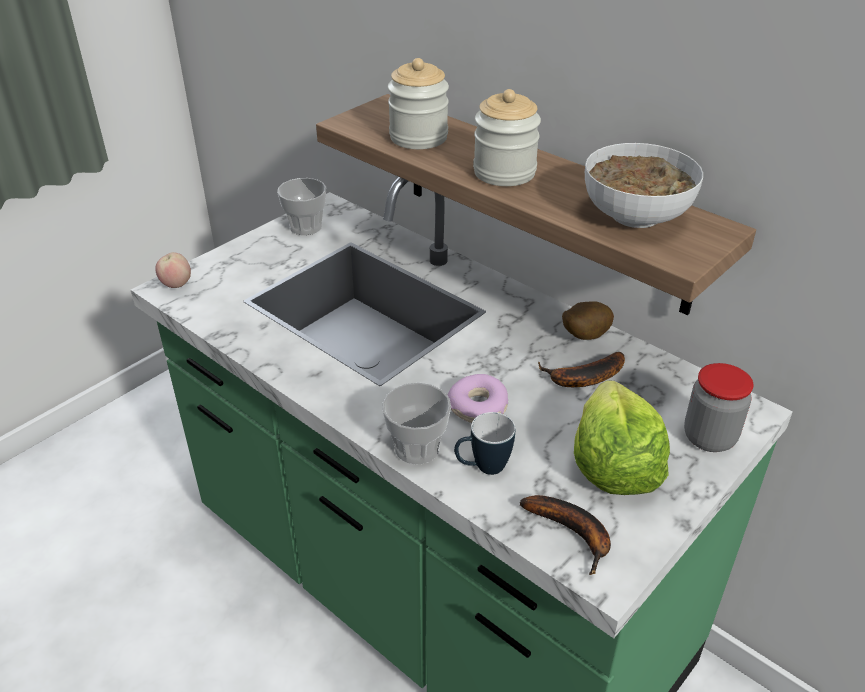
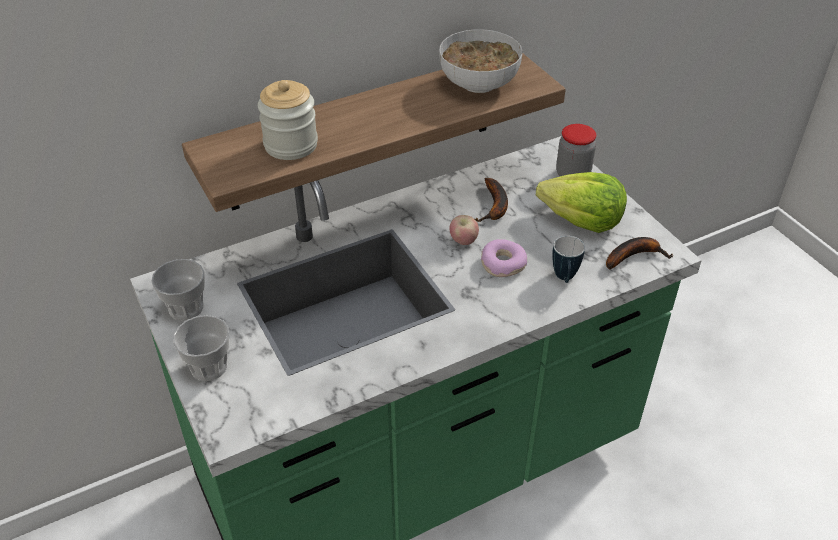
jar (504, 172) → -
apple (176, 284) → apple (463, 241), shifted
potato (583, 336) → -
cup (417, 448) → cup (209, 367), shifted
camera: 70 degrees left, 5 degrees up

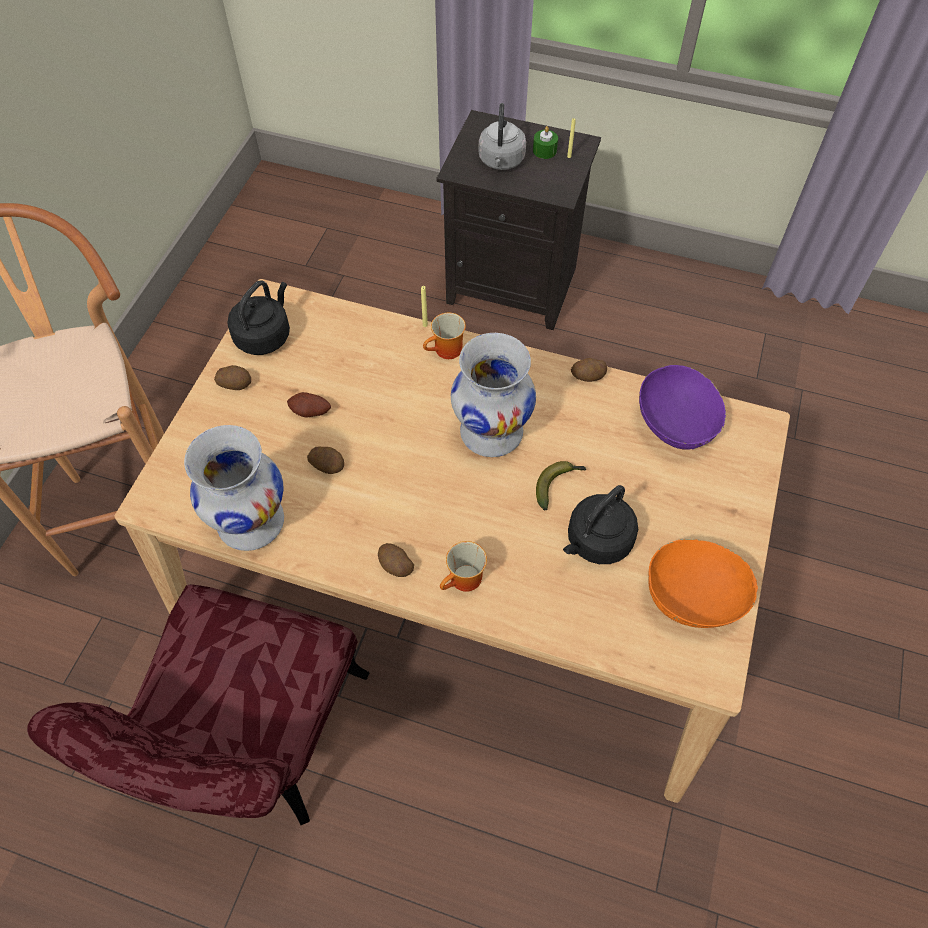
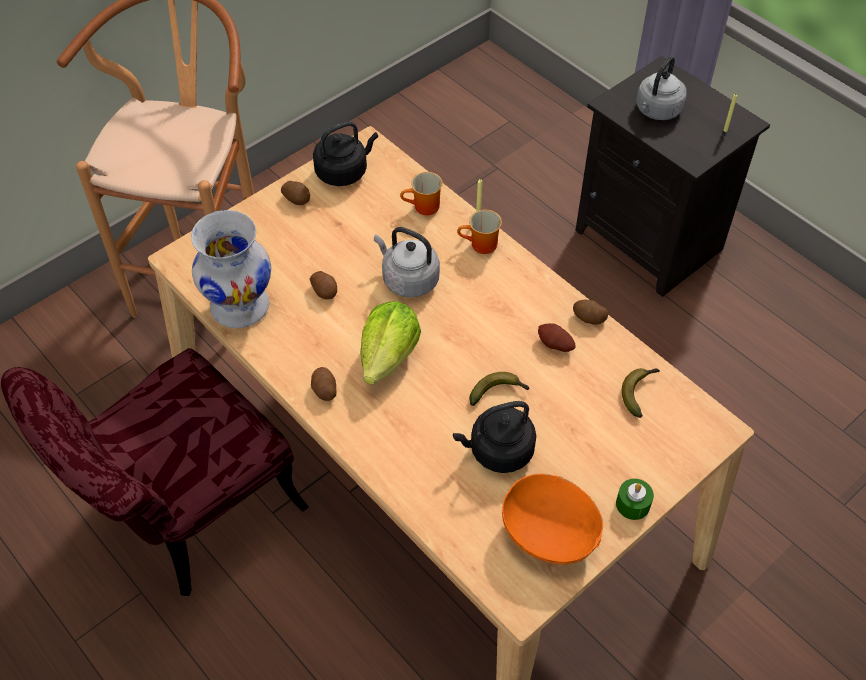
green_candle (544, 150) → green_candle (632, 504), shifted
white_vase (492, 431) → -
purple_bowl (676, 424) → banana (639, 392)
potato (310, 413) → potato (554, 345), shifted
mug (465, 581) → mug (424, 208), shifted
- → grey_kettle (408, 279)
- → lettuce (389, 357)
camera: 30 degrees right, 5 degrees down

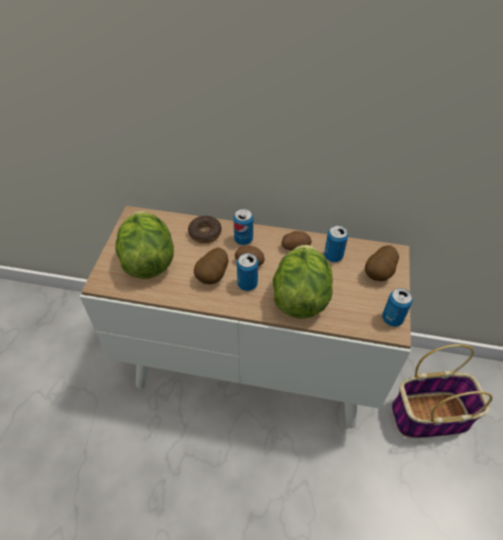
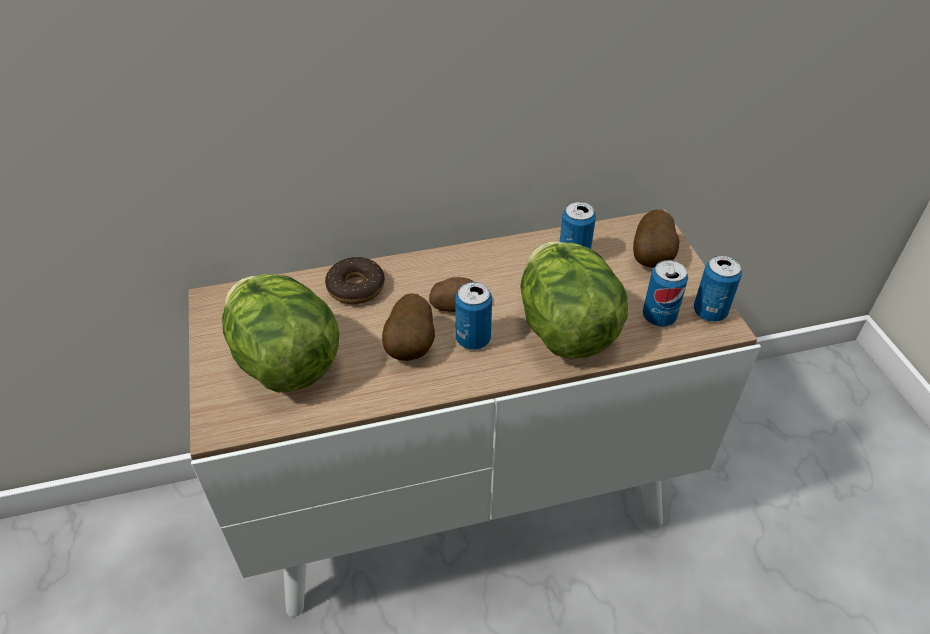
can (243, 239) → can (659, 317), shifted
potato (295, 246) → -
basket (431, 415) → -
camera: 25 degrees left, 5 degrees down

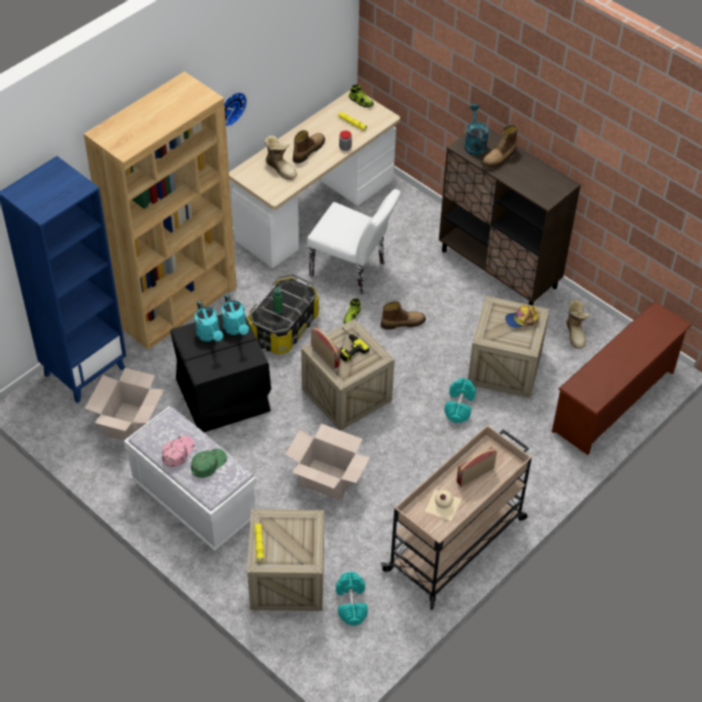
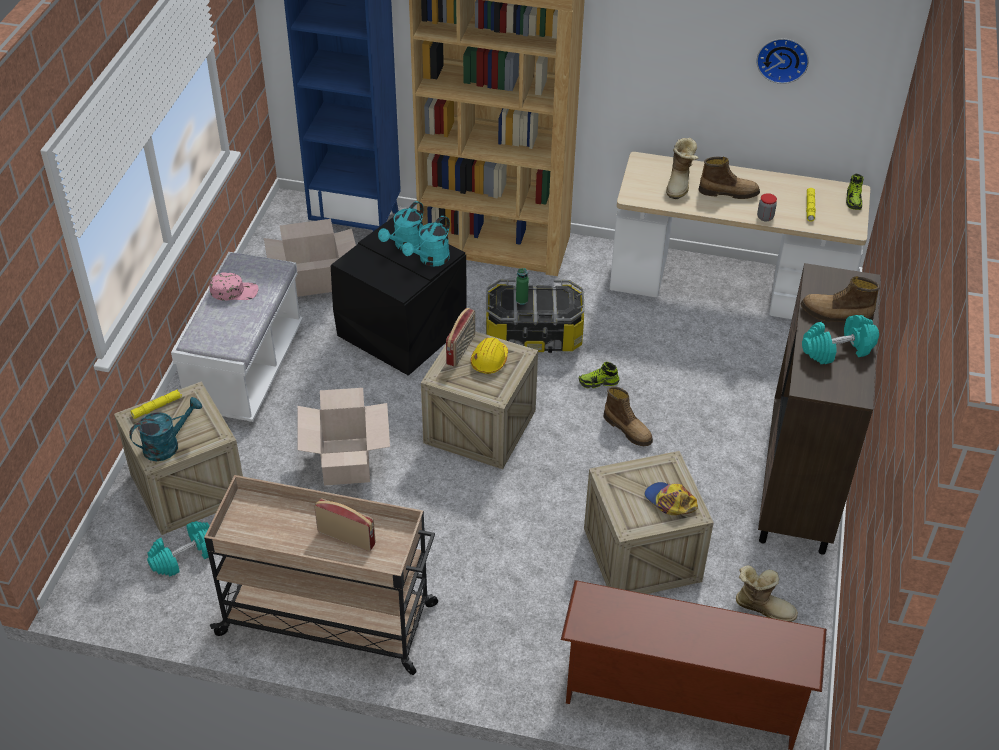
wall_clock (230, 107) → wall_clock (782, 58), shifted
turquoise_watering_can (474, 144) → turquoise_watering_can (167, 445), shifted
white_chair (352, 271) → -
boot (576, 333) → boot (763, 606), 120 degrees counterclockwise
power_drill (346, 346) → yellow_hard_hat (489, 361)
turquoise_dumbbell (459, 406) → turquoise_dumbbell (837, 349), shifted
green_cap (208, 463) → -
beige_bottle (442, 505) → -
camera: 60 degrees right, 5 degrees down

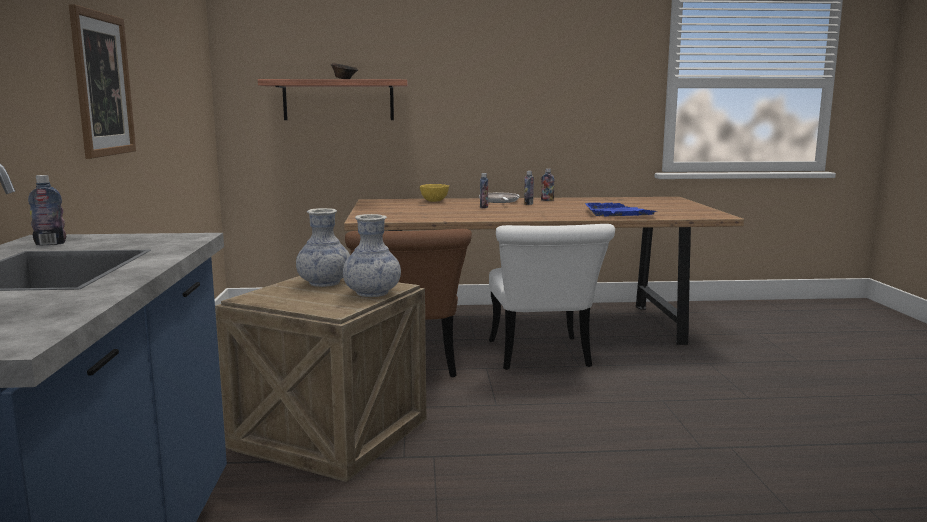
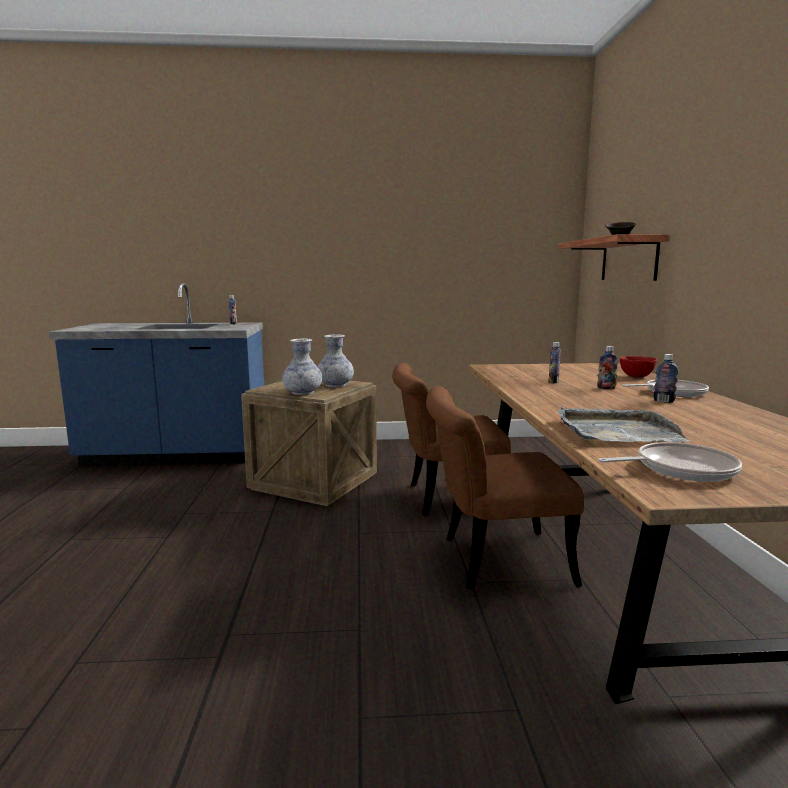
picture (102, 84) → -
bottle (547, 200) → bottle (553, 382), shifted
yellow_bowl (435, 201) → red_bowl (636, 377)
blue_tray (617, 213) → grey_tray (617, 431)
white_chair (542, 358) → brown_chair (492, 560)
- → frying_pan (679, 469)
camera: 90 degrees right, 0 degrees up

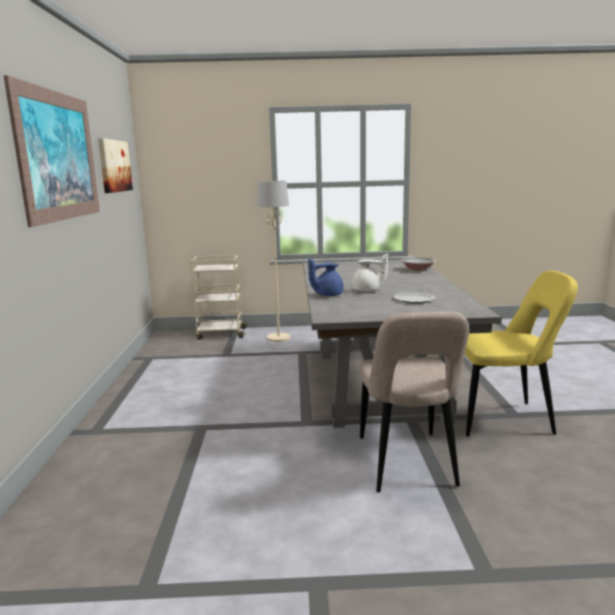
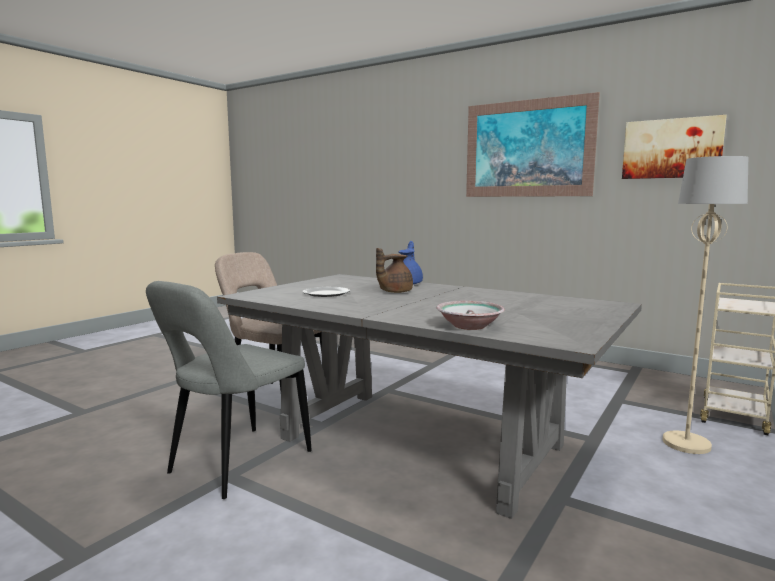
white_teapot (368, 291) → brown_teapot (394, 292)
yellow_chair (504, 419) → grey_chair (235, 464)
camera: 125 degrees right, 5 degrees down

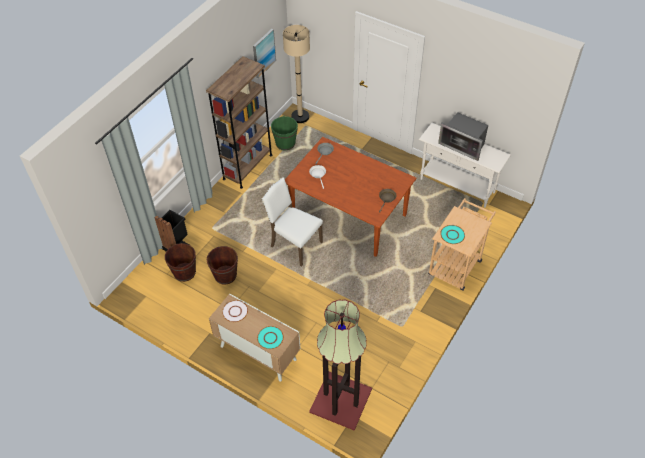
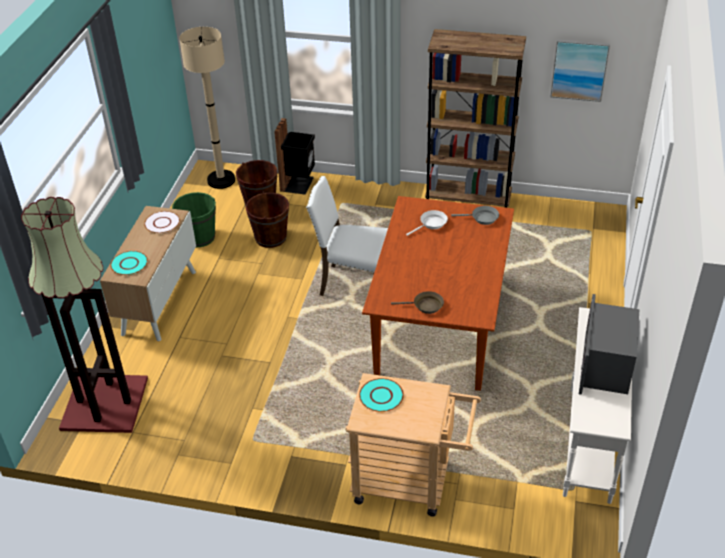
beige_floor_lamp (300, 117) → beige_floor_lamp (221, 180), shifted
green_bucket (285, 143) → green_bucket (199, 237), shifted
white_chair (294, 244) → white_chair (353, 284), 90 degrees counterclockwise
camera: 70 degrees right, 10 degrees down

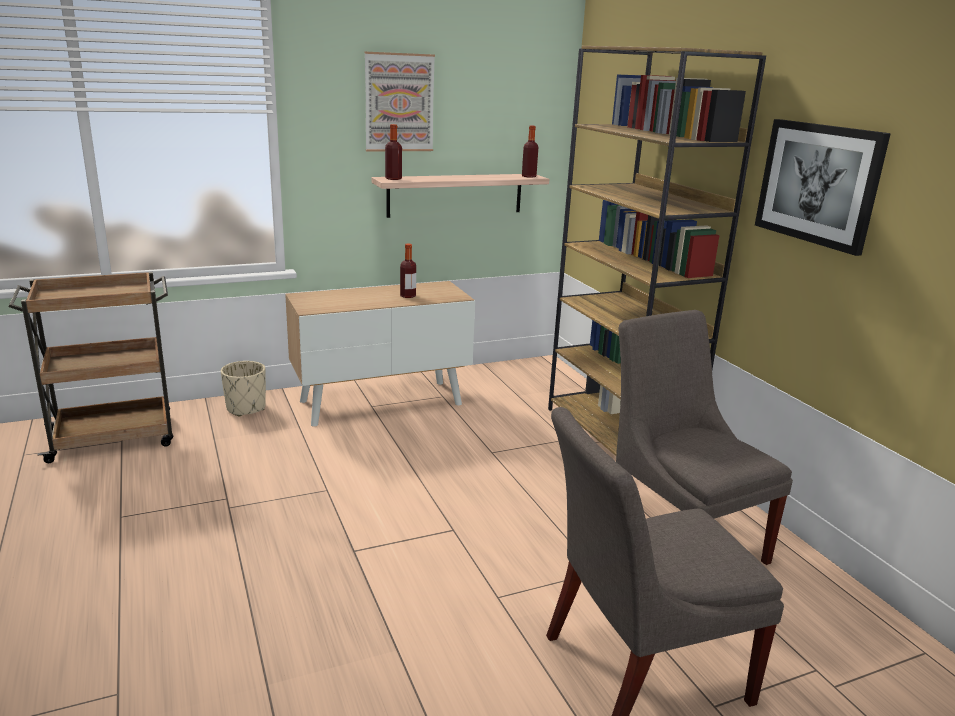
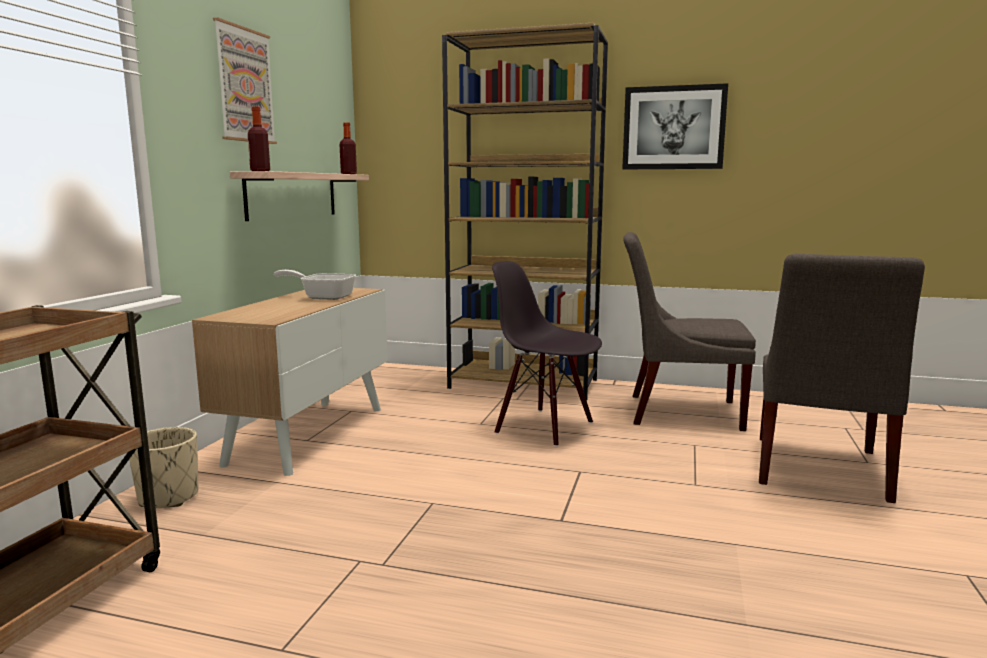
bottle (408, 296) → frying_pan (323, 297)
- → black_chair (545, 427)
camera: 50 degrees left, 10 degrees down

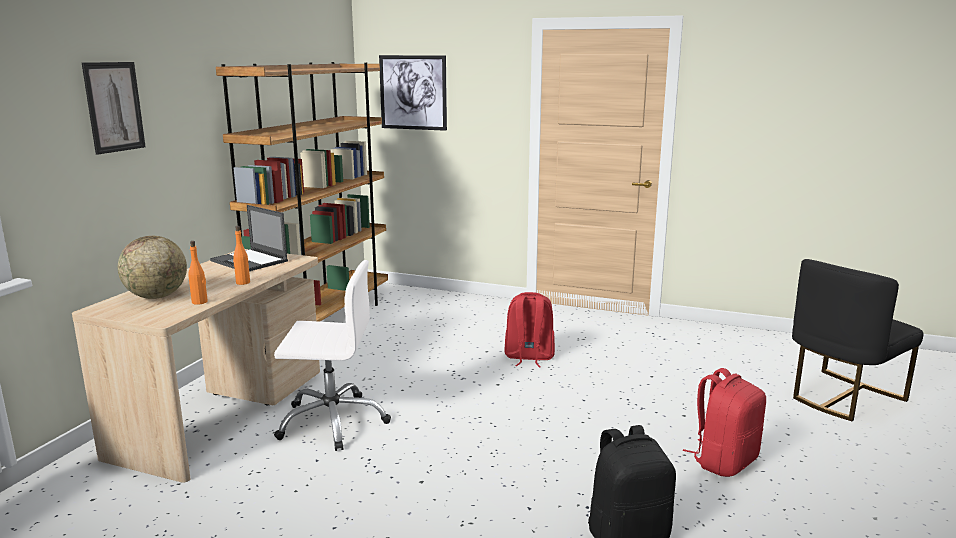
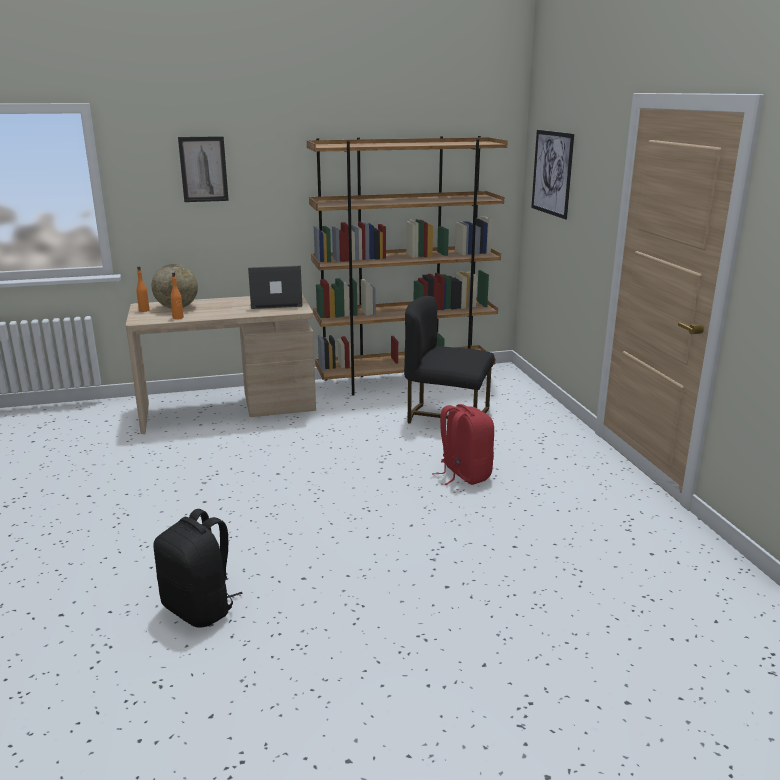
laptop (250, 261) → laptop (275, 302), 75 degrees clockwise
orange_bottle (242, 282) → orange_bottle (144, 310), shifted
black_chair (842, 397) → black_chair (447, 418), shifted
white_office_chair (332, 421) → -
red_backpack (724, 461) → -
camera: 55 degrees right, 5 degrees up

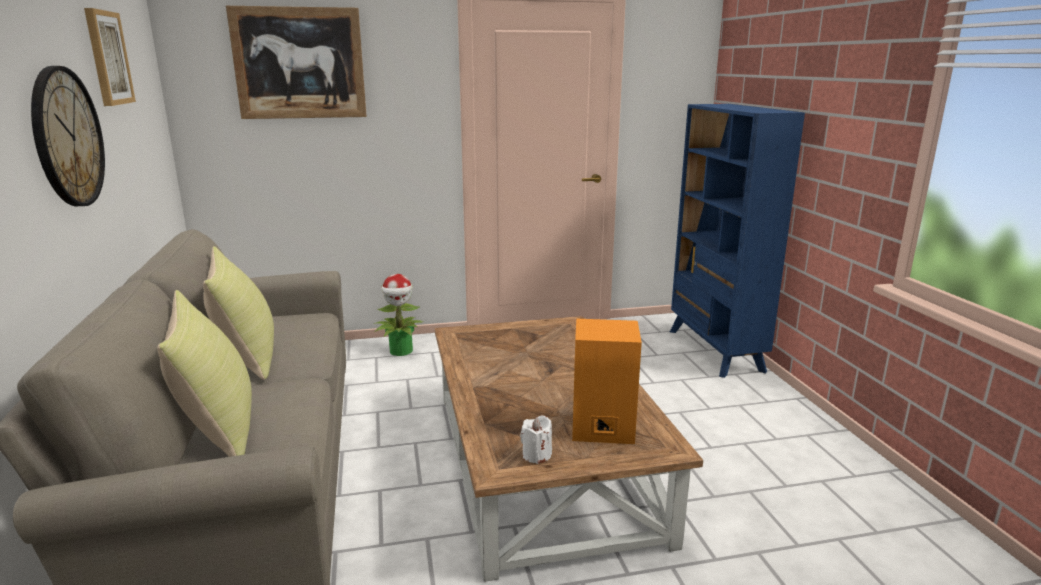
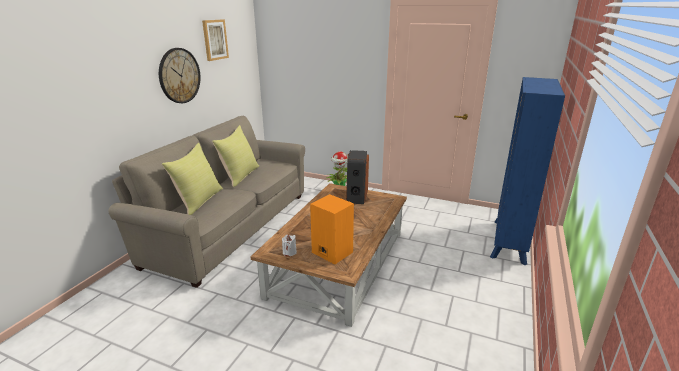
picture (299, 63) → -
- → speaker (356, 196)
camera: 35 degrees right, 5 degrees up

